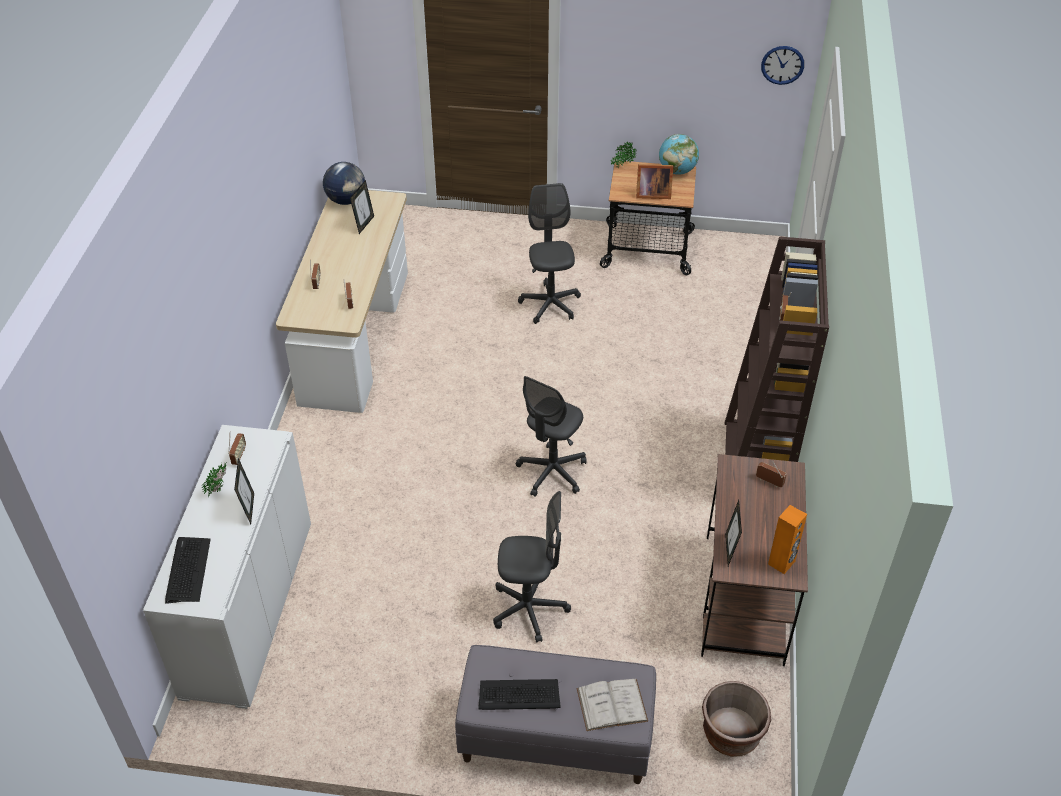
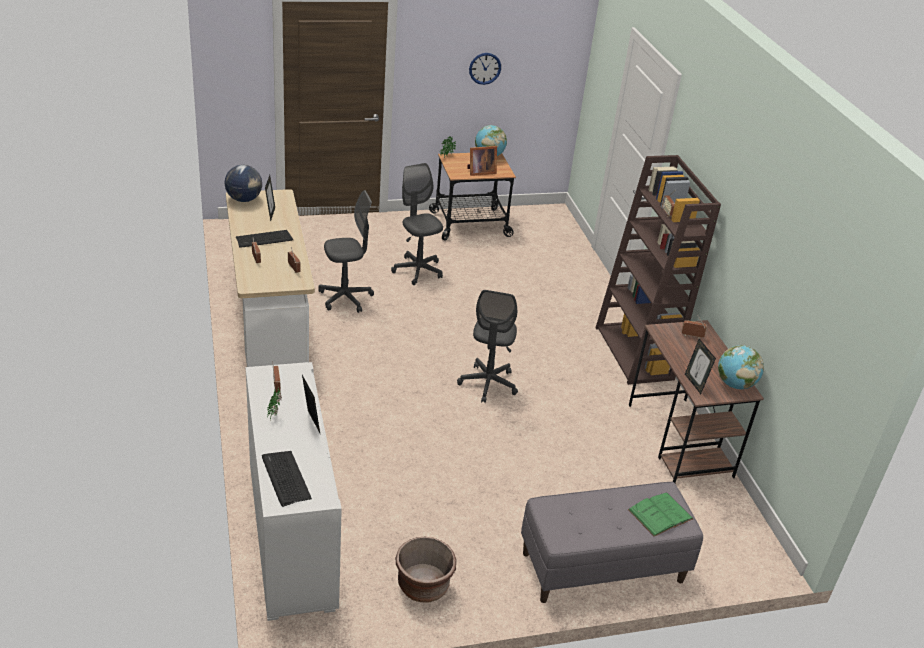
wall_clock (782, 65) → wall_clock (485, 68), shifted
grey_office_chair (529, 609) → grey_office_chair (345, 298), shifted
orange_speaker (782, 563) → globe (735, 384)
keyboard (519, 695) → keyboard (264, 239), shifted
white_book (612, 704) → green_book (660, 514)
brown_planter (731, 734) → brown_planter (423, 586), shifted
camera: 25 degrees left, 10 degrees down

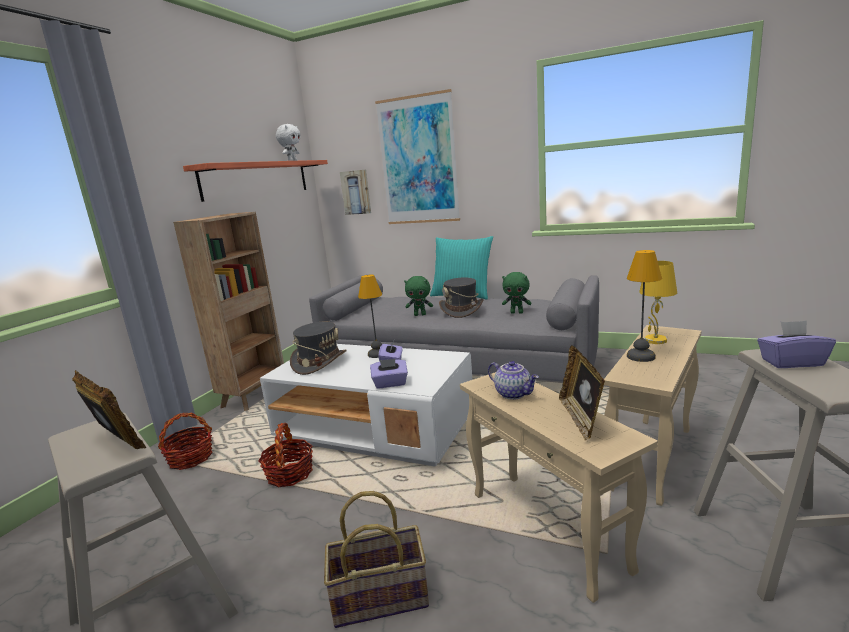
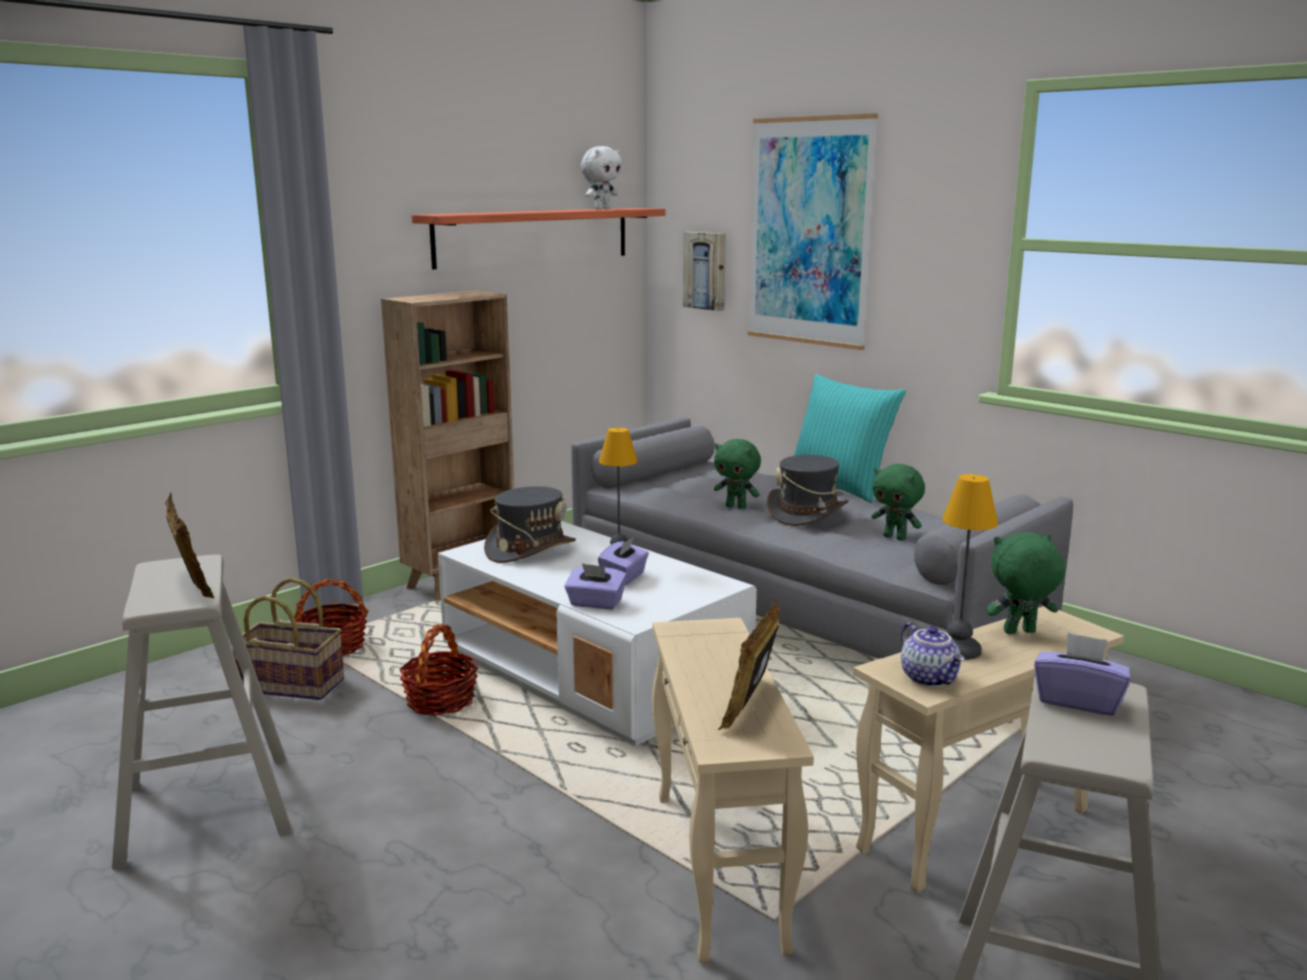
yellow_table_lamp (655, 340) → green_plush_toy (1019, 633)
teapot (514, 394) → teapot (930, 678), shifted
basket (380, 595) → basket (293, 684), shifted
camera: 20 degrees right, 0 degrees up

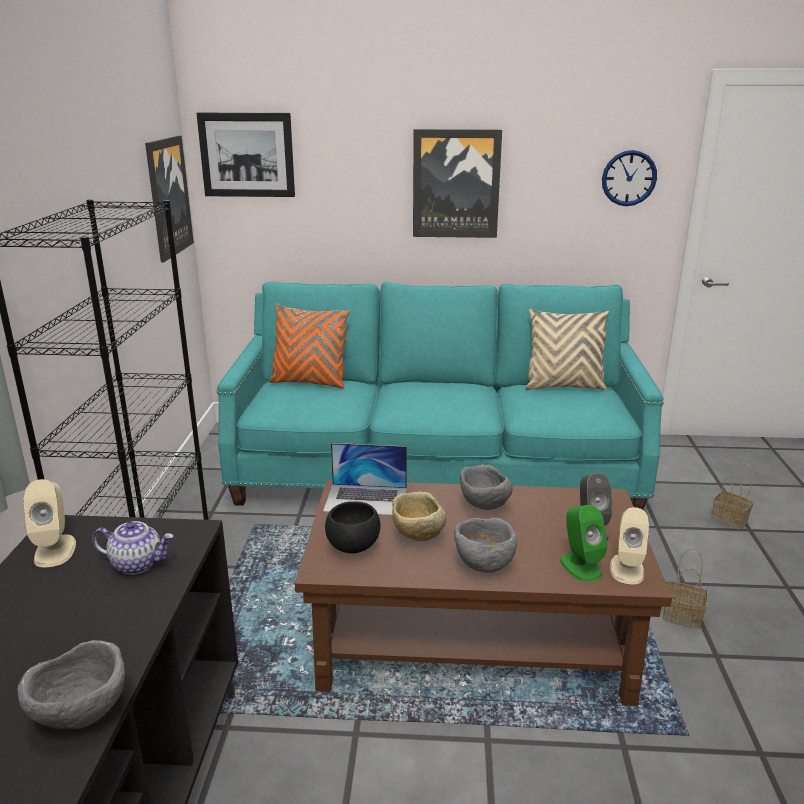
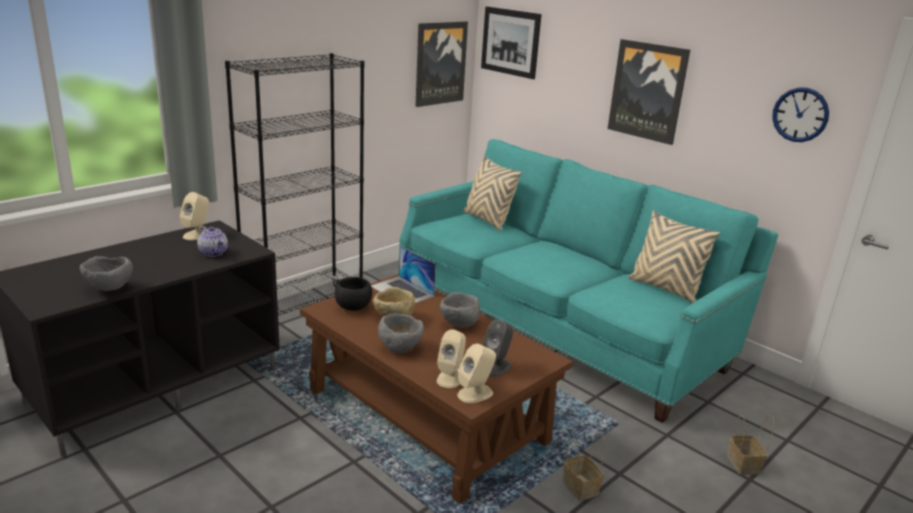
orange_pillow (309, 382) → beige_pillow (487, 220)
green_speaker (580, 566) → beige_speaker (451, 377)
camera: 40 degrees right, 0 degrees up

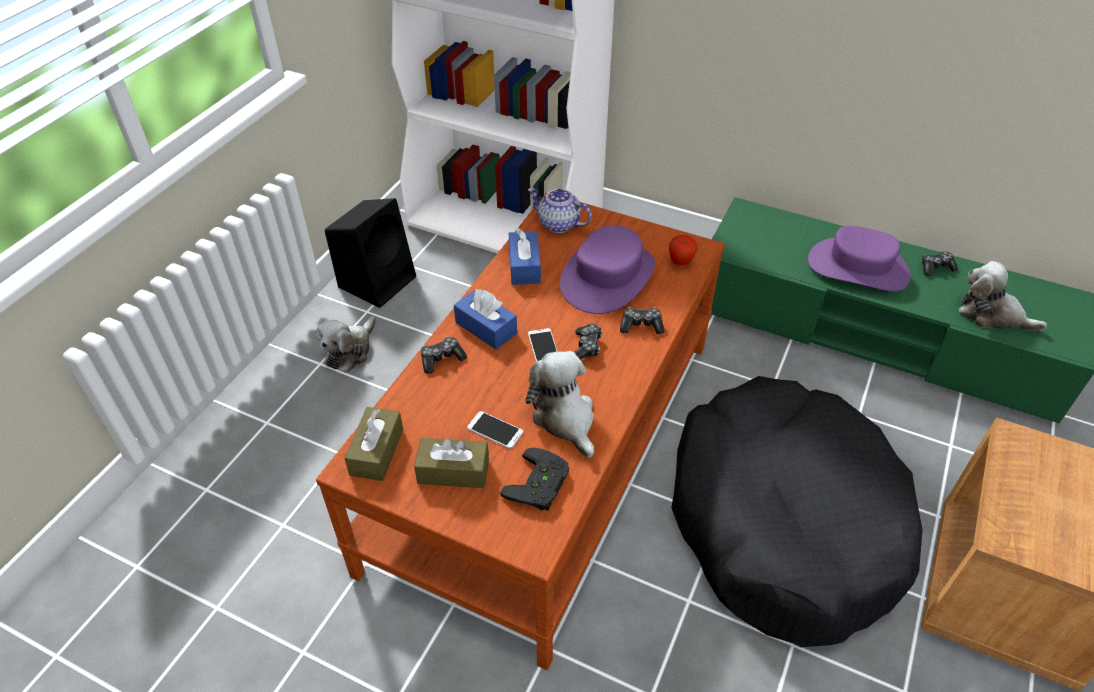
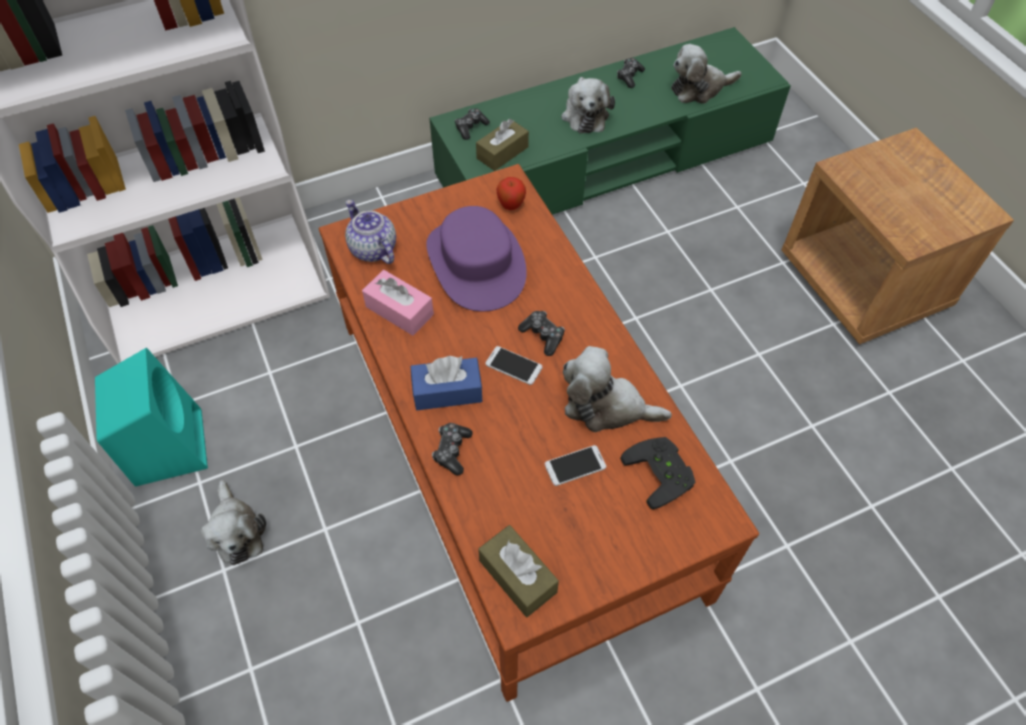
teapot (558, 224) → teapot (372, 249), 75 degrees clockwise
black_speaker (378, 280) → turquoise_speaker (168, 444)
purple_hat (858, 267) → plush_toy (585, 114)
blue_tissue_box (524, 266) → pink_tissue_box (399, 310)
game_controller (641, 325) → game_controller (470, 127), shifted
black_dog_bed (782, 522) → -
brown_tissue_box (453, 471) → brown_tissue_box (502, 153), shifted
camera: 50 degrees left, 10 degrees up

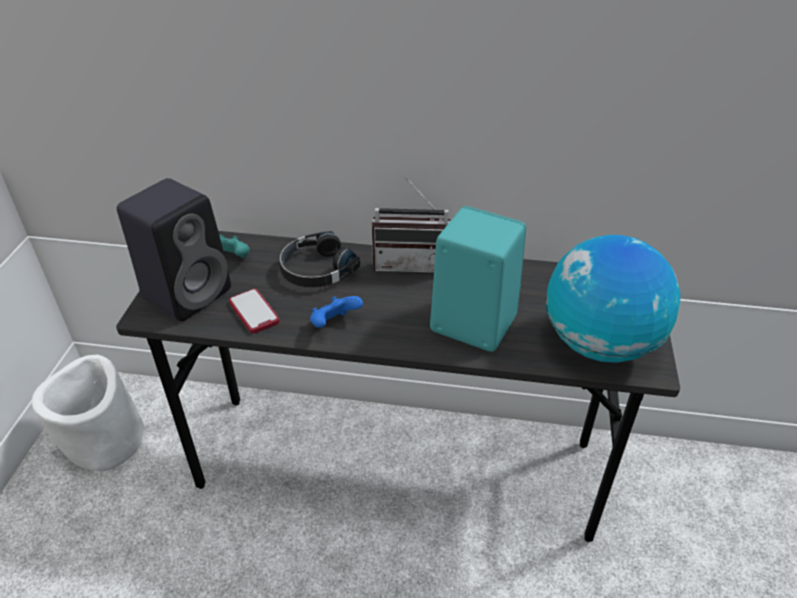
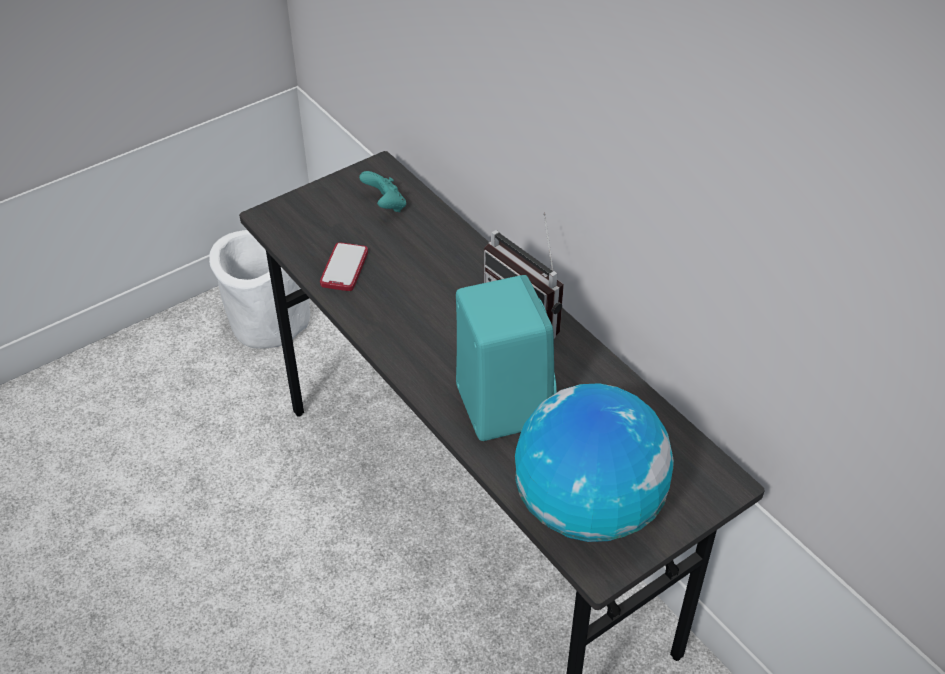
black_speaker (189, 292) → -
black_headphones (316, 270) → -
blue_game_controller (334, 324) → -
camera: 45 degrees right, 5 degrees up

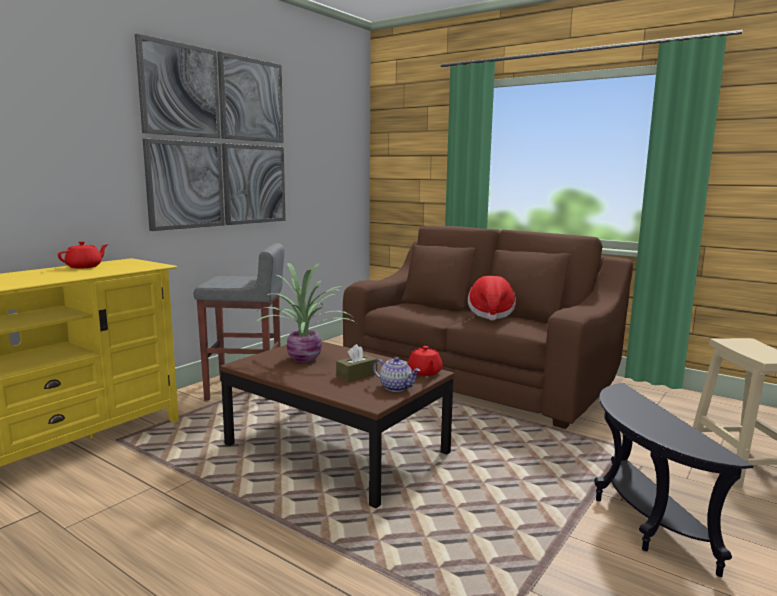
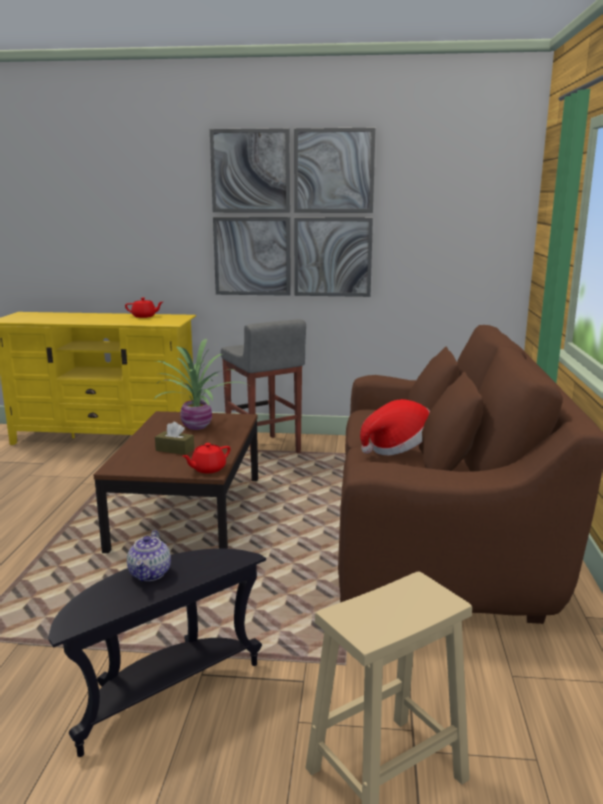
teapot (396, 387) → teapot (150, 574), shifted
camera: 60 degrees right, 5 degrees up

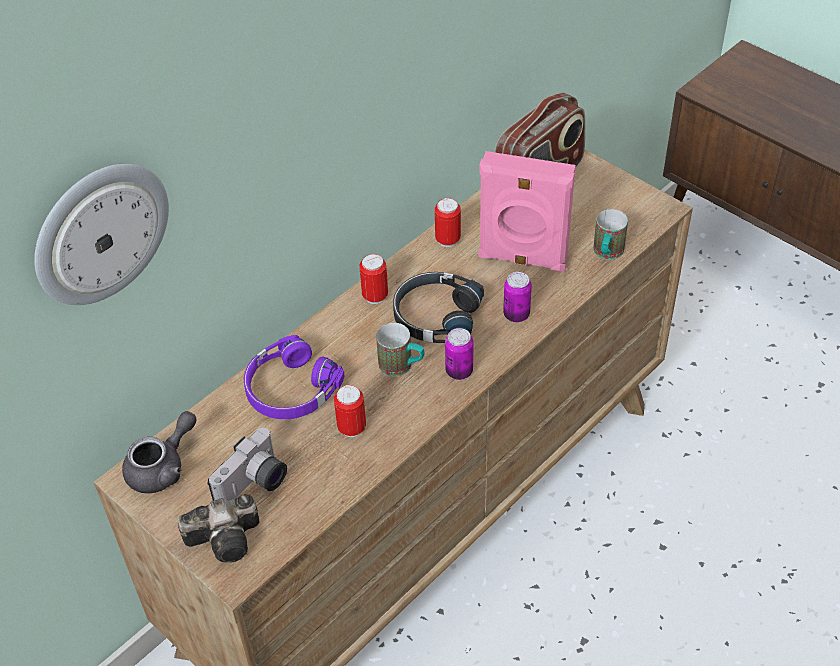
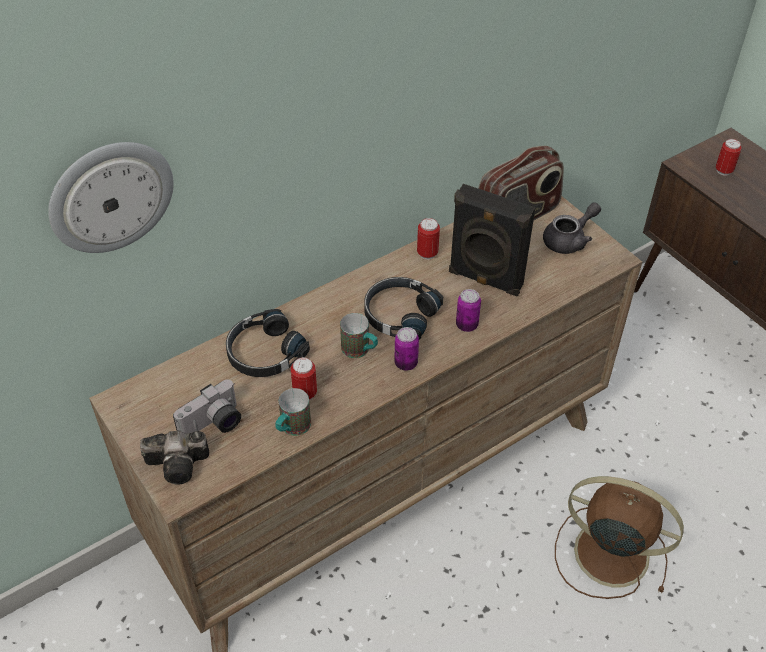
pink_speaker (522, 259) → black_speaker (485, 280)
mug (607, 254) → mug (292, 428), shifted
can (375, 296) → can (723, 171), shifted
purple_headphones (290, 389) → black_headphones (264, 353)
grey_teapot (163, 467) → grey_teapot (569, 240), shifted
- → brown_fan (607, 552)
camera: 10 degrees right, 0 degrees up

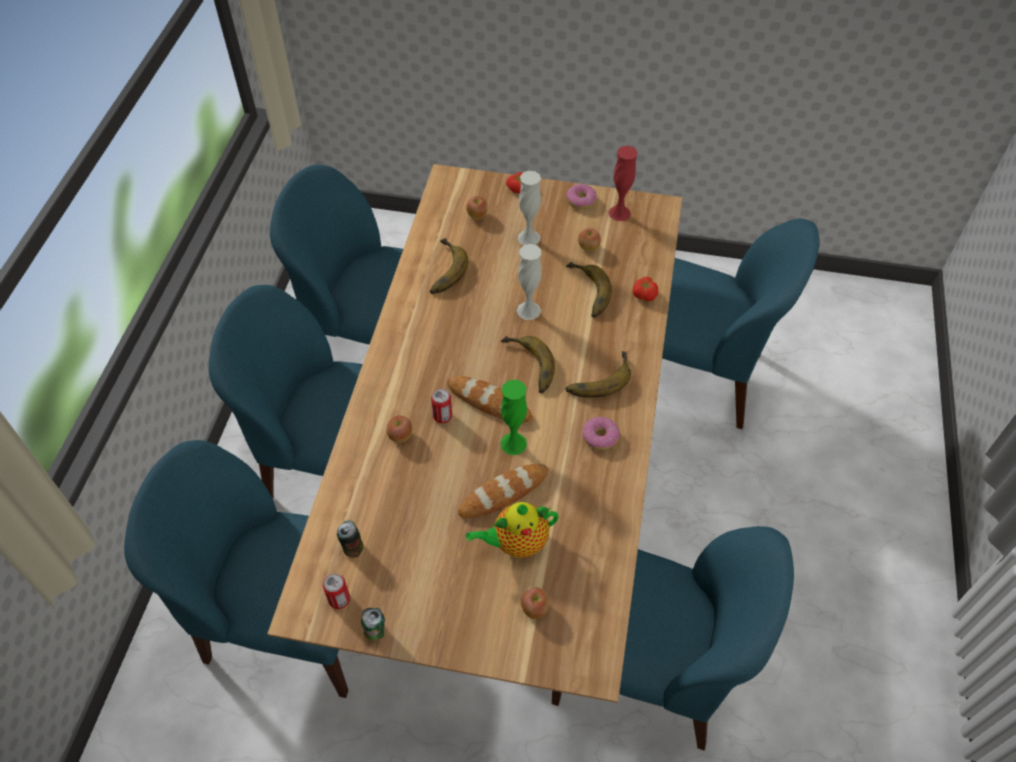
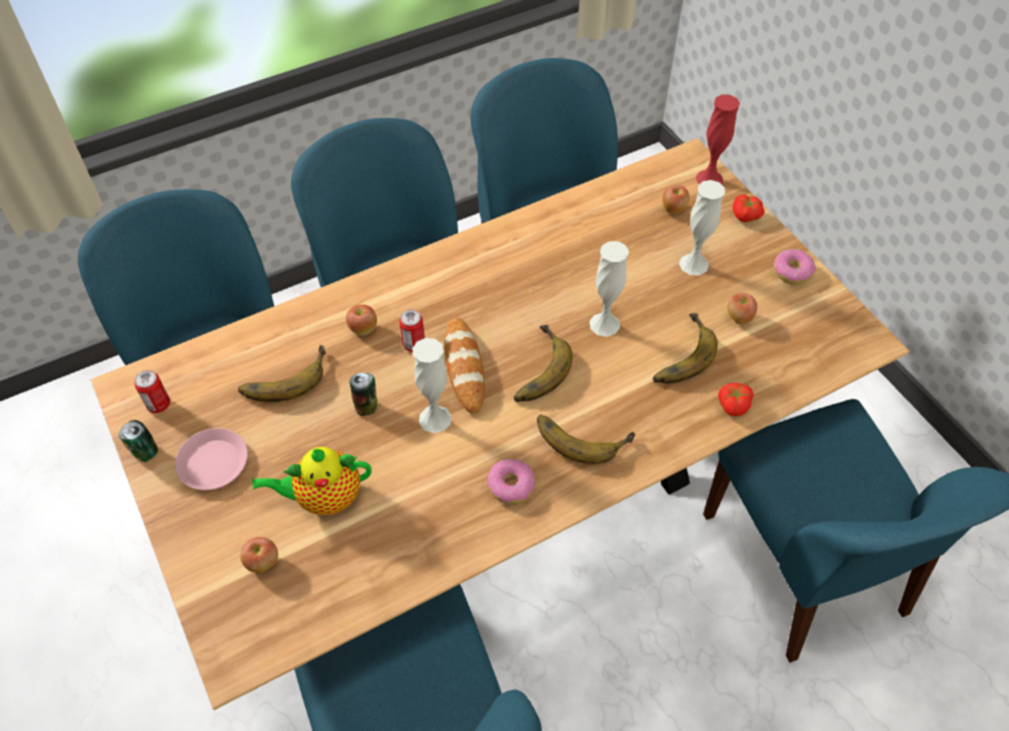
red_vase (619, 213) → red_vase (709, 179), shifted
banana (441, 270) → banana (283, 376), shifted
green_vase (513, 443) → white_vase (435, 418)
bread (503, 493) → -
teapot (516, 543) → teapot (324, 498), 45 degrees counterclockwise
can (352, 547) → can (366, 406), shifted
- → pink_plate (213, 462)
camera: 50 degrees right, 0 degrees up

